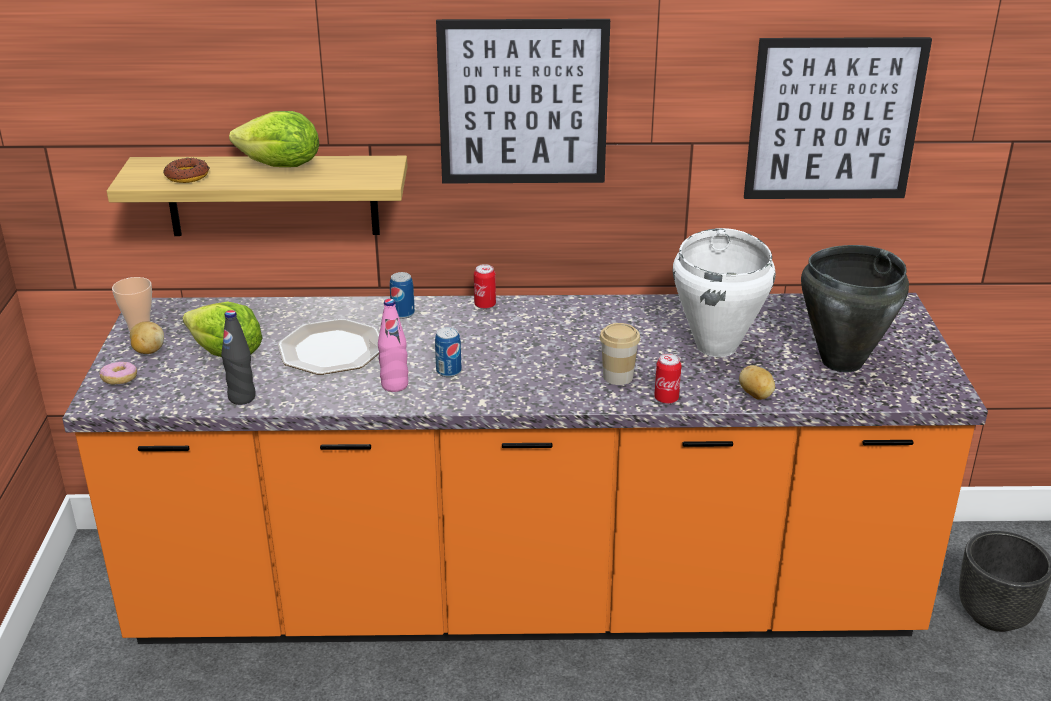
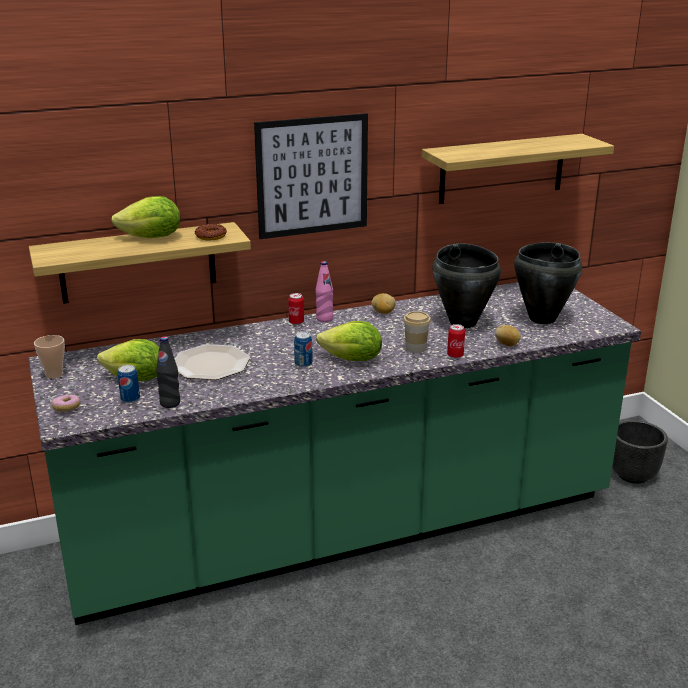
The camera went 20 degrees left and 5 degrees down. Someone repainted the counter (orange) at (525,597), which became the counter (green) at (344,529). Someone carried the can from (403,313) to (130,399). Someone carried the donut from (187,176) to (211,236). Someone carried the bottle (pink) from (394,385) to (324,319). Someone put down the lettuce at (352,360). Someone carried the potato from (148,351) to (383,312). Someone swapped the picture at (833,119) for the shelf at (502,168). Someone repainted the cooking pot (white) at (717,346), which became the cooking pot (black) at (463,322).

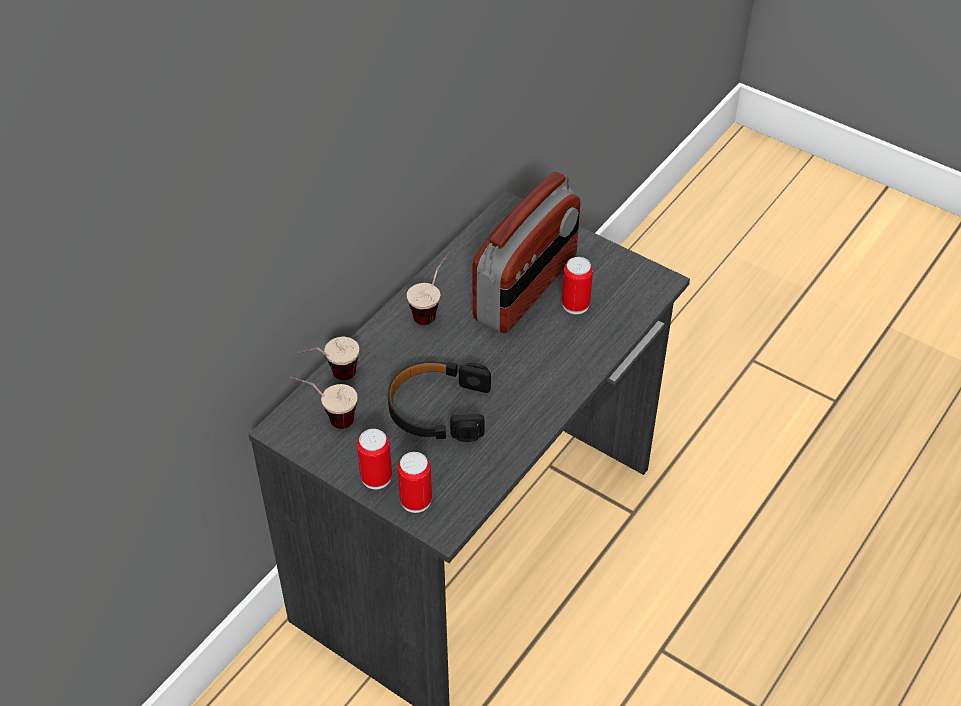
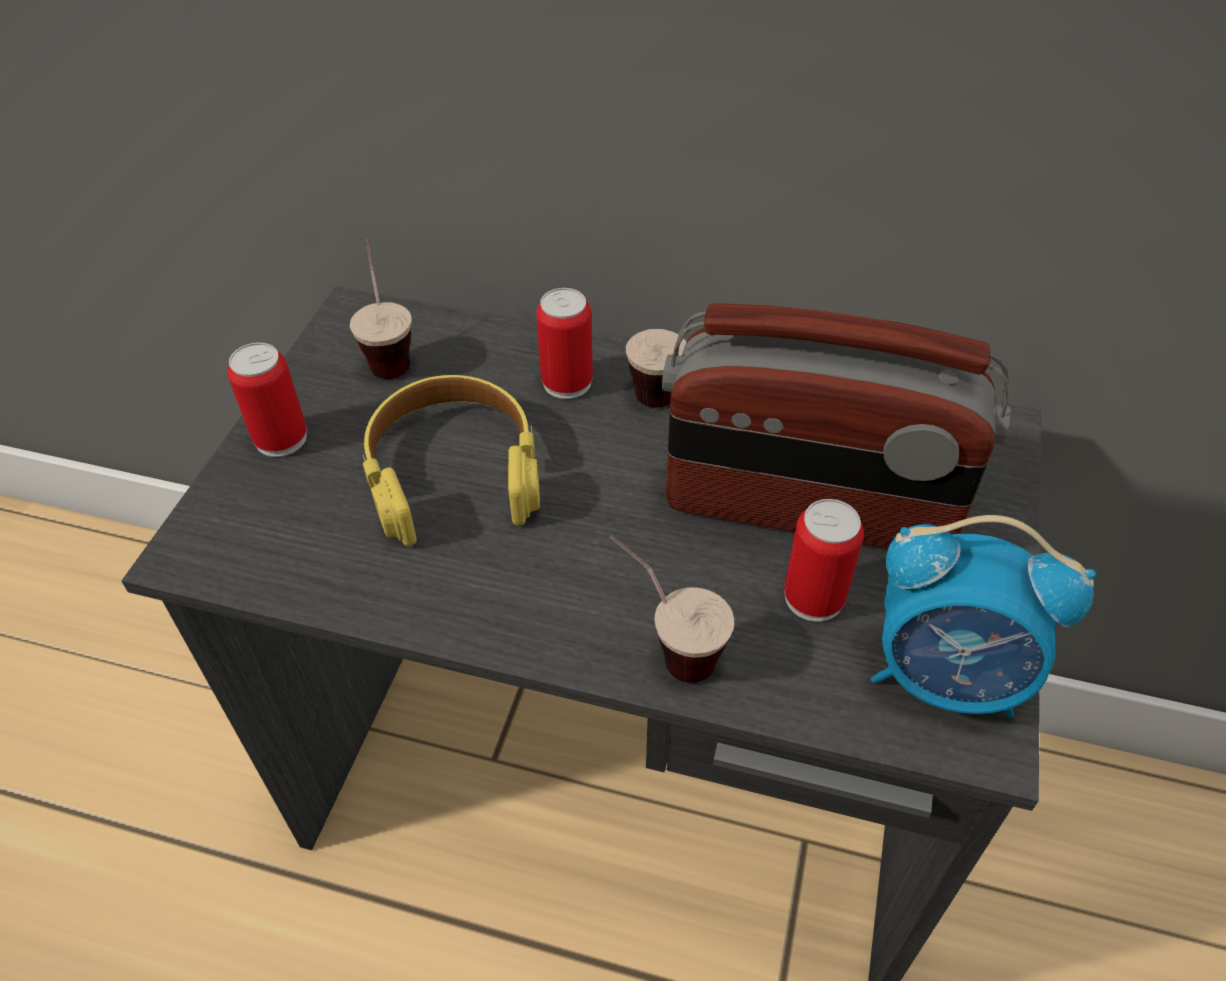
The camera went 70 degrees right and 0 degrees up. Someone repainted the headphones (black) at (438,409), which became the headphones (yellow) at (453,471). Someone carried the can from (416,500) to (567,382). Someone carried the cup from (331,378) to (664,646). Someone put down the alarm clock at (946,677).

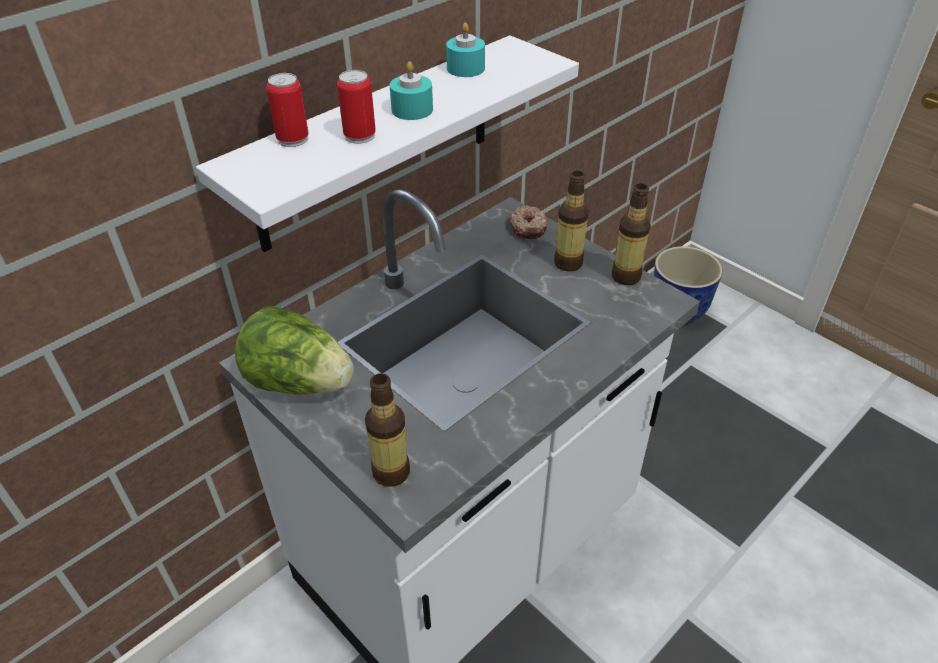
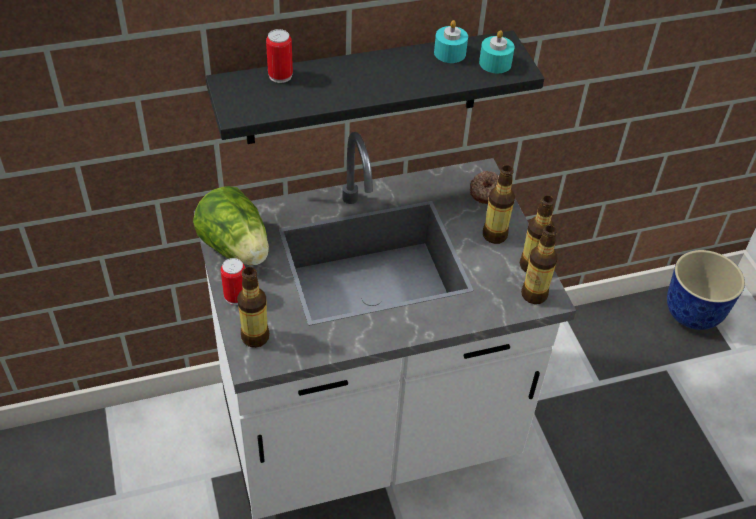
The camera went 25 degrees right and 5 degrees up. Someone repainted the shelf (white) at (377,143), which became the shelf (black) at (363,88). Someone carried the can from (359,136) to (236,296). Someone carried the candle (turquoise) from (412,110) to (495,63). Someone put down the bottle at (534,295).

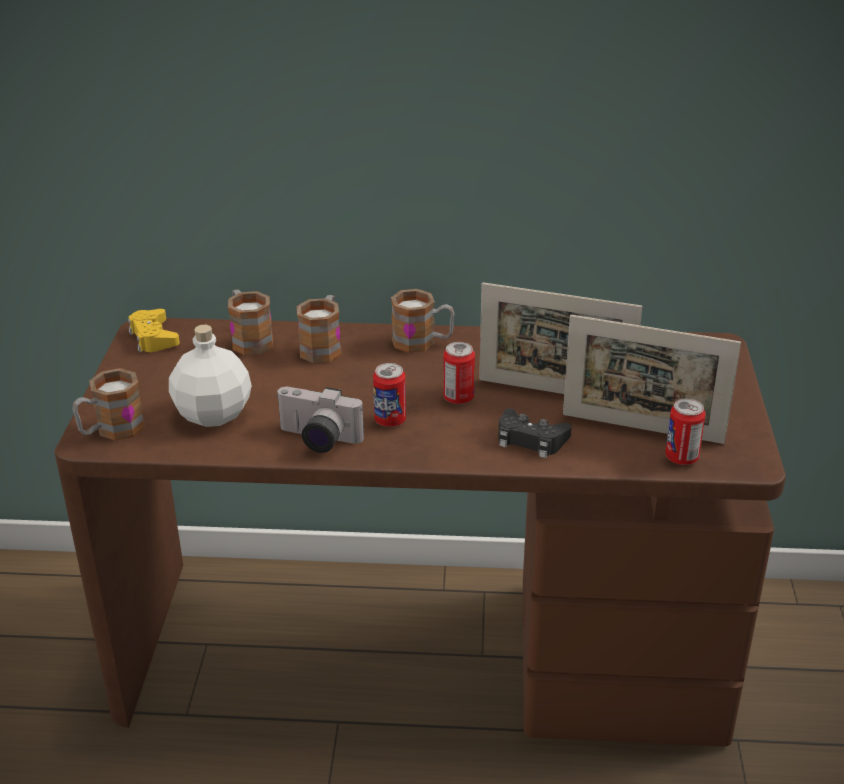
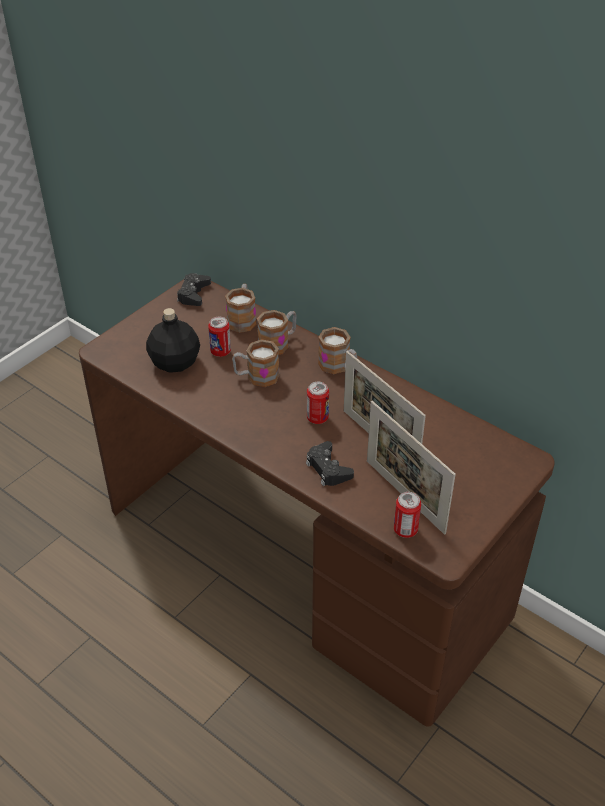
The camera went 35 degrees right and 10 degrees up. Someone repainted the bottle (white) at (214,413), which became the bottle (black) at (175,362). Someone repainted the game controller (yellow) at (153,337), which became the game controller (black) at (194,294). Someone carried the can from (390,420) to (220,352). Someone carried the mug from (111,430) to (256,377). Someone took away the photo camera at (317,440).

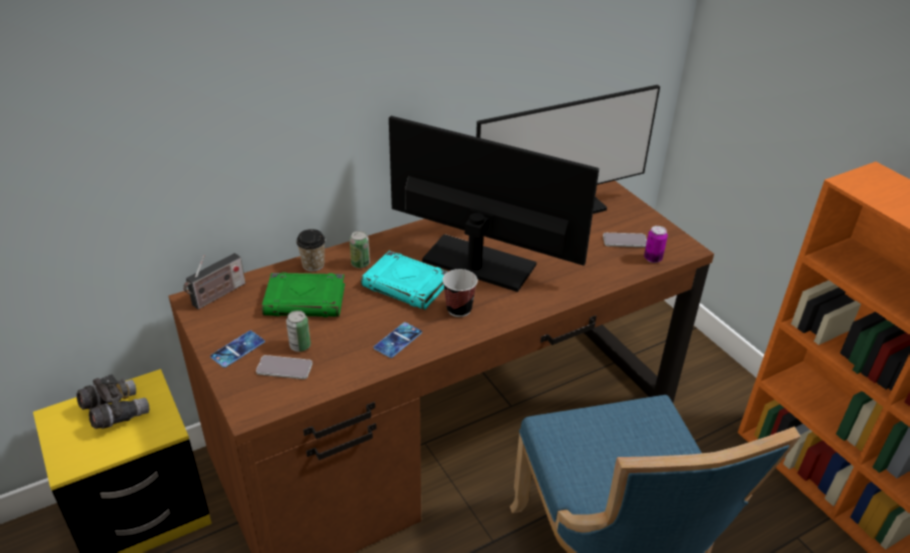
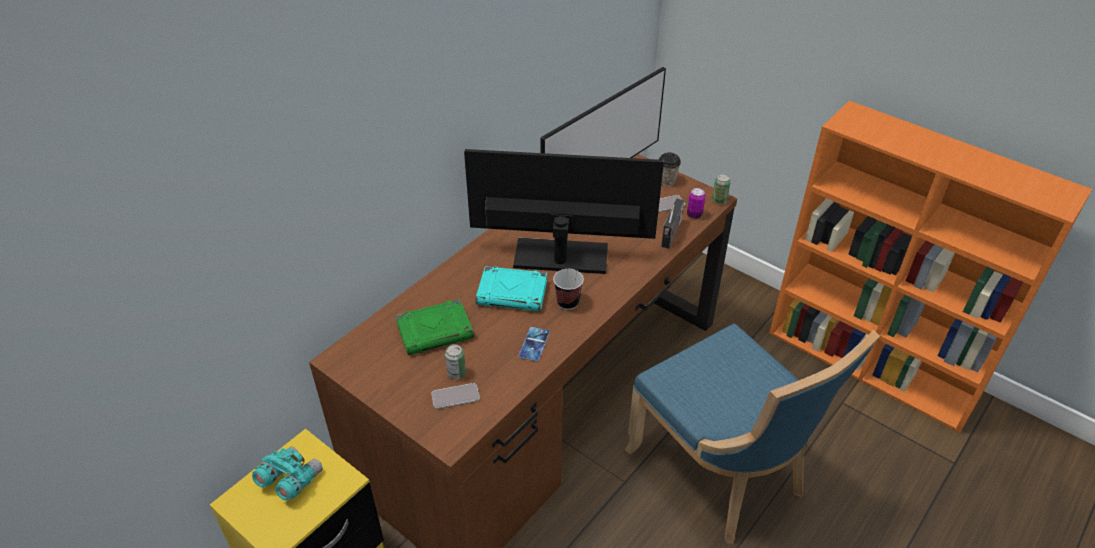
The camera went 20 degrees left and 5 degrees up. Someone repainted the binoculars (grey) at (115,413), which became the binoculars (turquoise) at (290,480). Someone carried the cup from (313,265) to (667,181). Someone carried the radio from (217,296) to (671,235). Someone carried the can from (360,264) to (719,200). Someone took away the phone at (237,349).

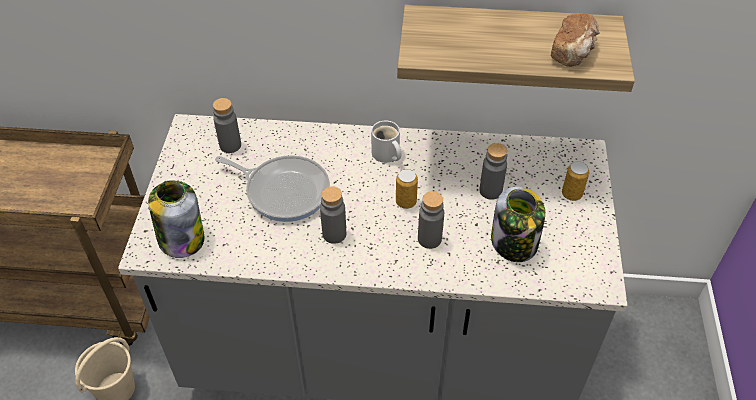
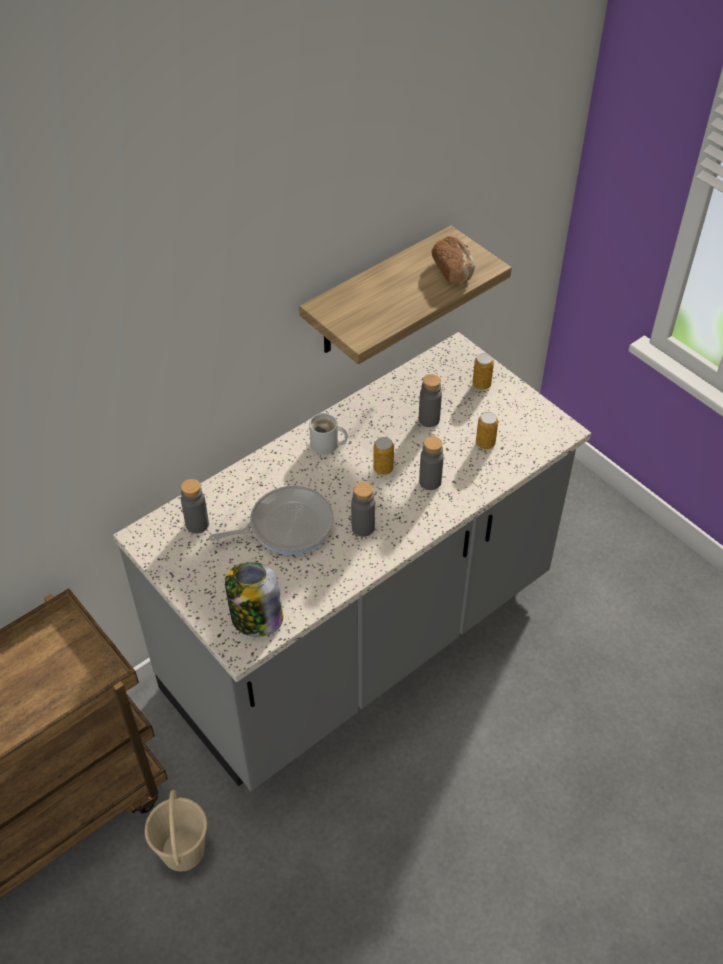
The camera went 45 degrees left and 0 degrees up. Someone swapped the jar at (514,243) for the can at (485,443).

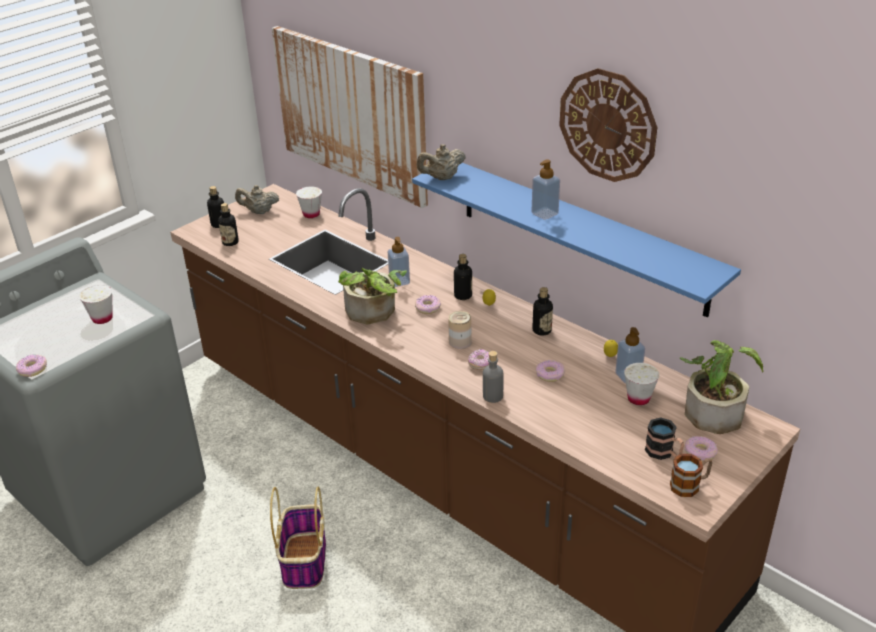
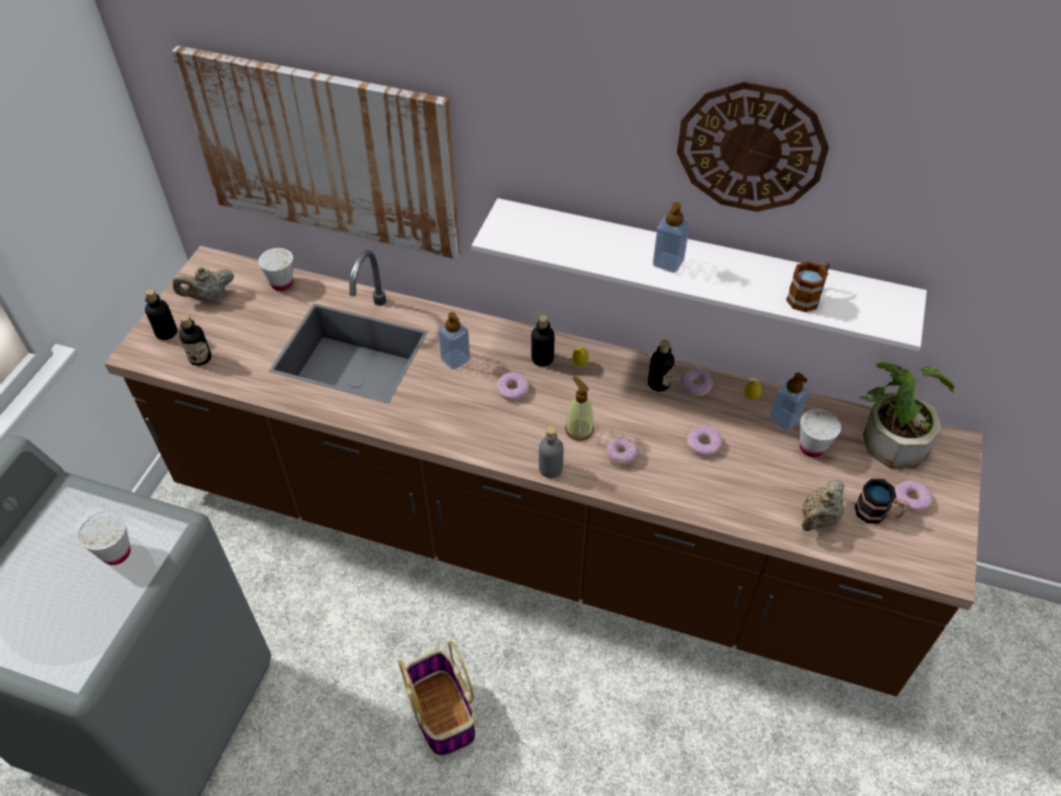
The camera went 25 degrees left and 15 degrees up. Someone repainted the shelf (blue) at (580,235), which became the shelf (white) at (697,270). Someone carried the bottle (grey) from (492,396) to (550,468). Someone swapped the can at (460,342) for the soap dispenser at (579,429). Someone carried the donut from (32,369) to (695,386). Someone carried the mug from (690,485) to (807,296). Someone carried the teapot (beige) from (442,178) to (818,519). Someone took away the potted plant at (373,313).

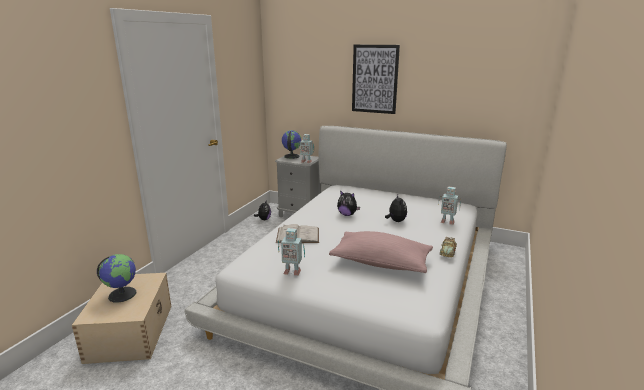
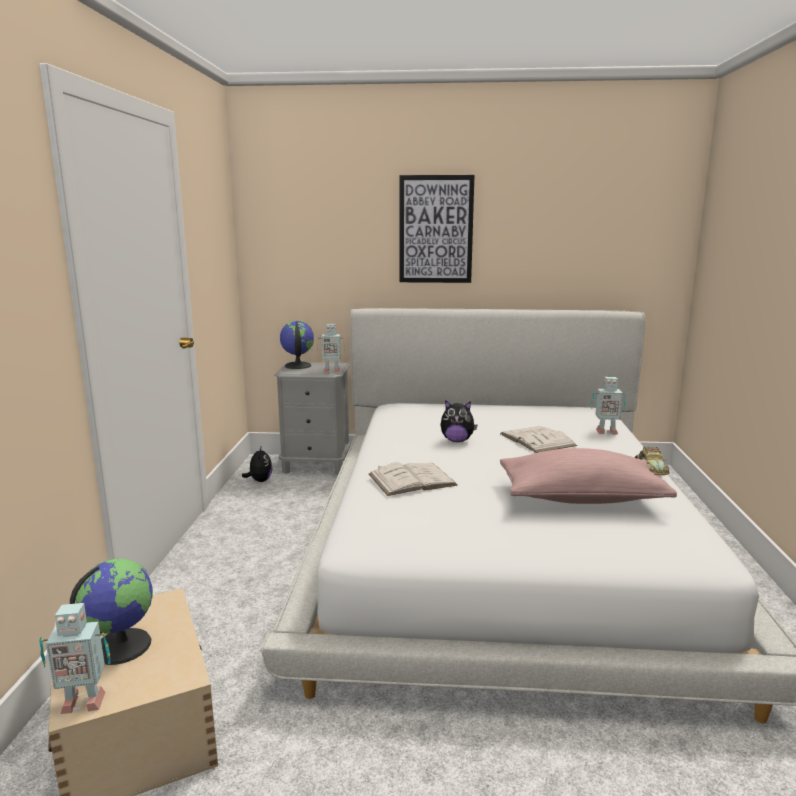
The camera went 20 degrees left and 5 degrees down. Someone carried the toy robot from (292,271) to (83,701). Someone swapped the plush toy at (396,221) for the book (white) at (537,440).

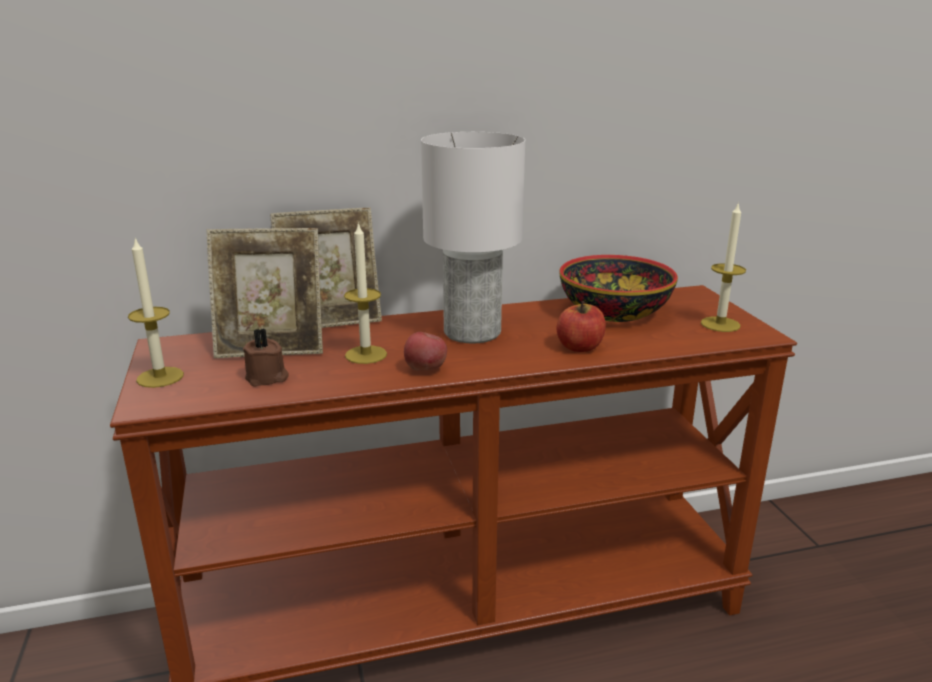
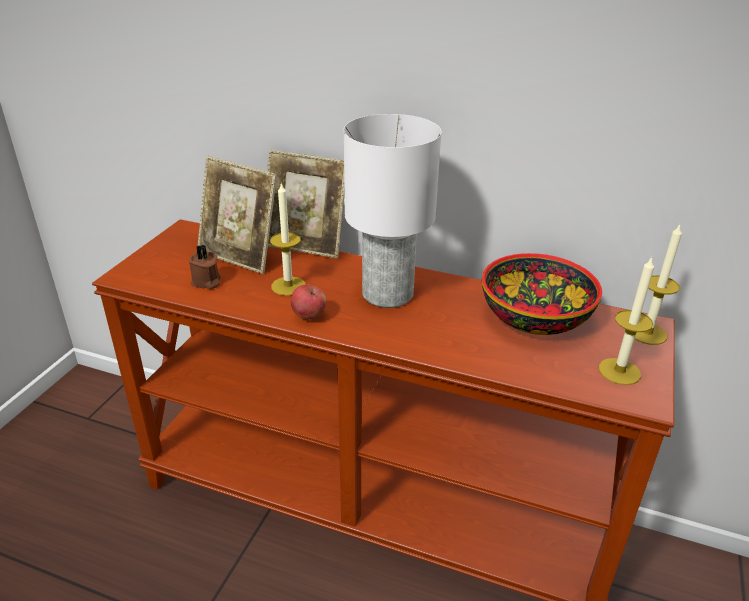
The camera went 35 degrees right and 10 degrees up. Someone carried the candle from (160,377) to (647,333). Someone took away the apple at (580,347).

